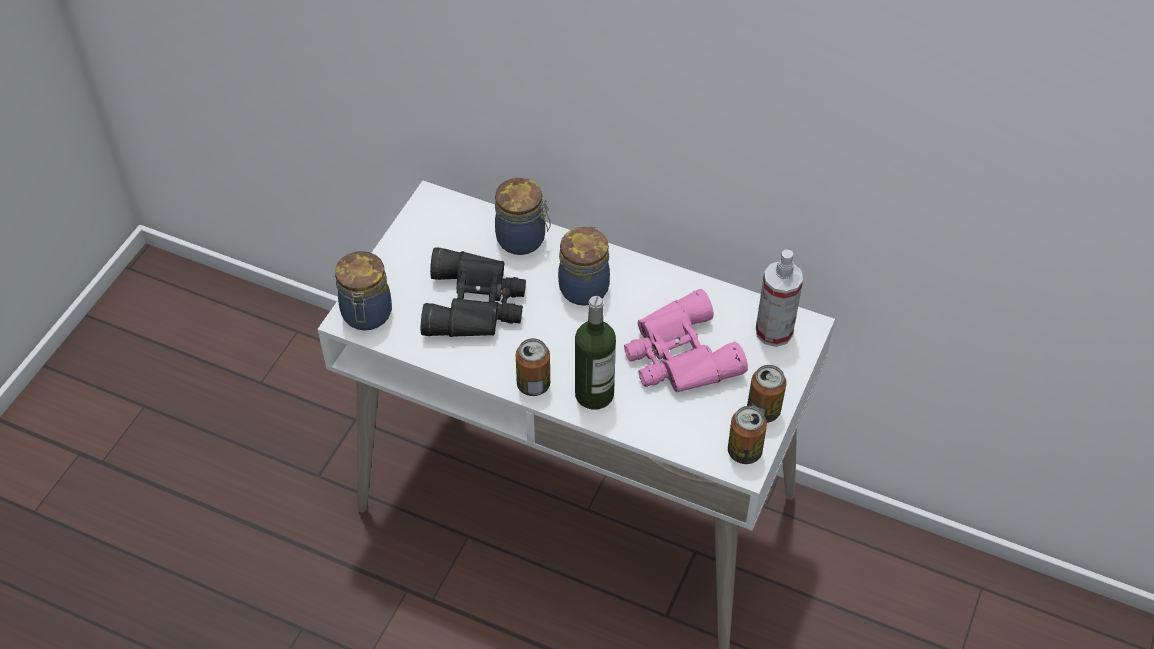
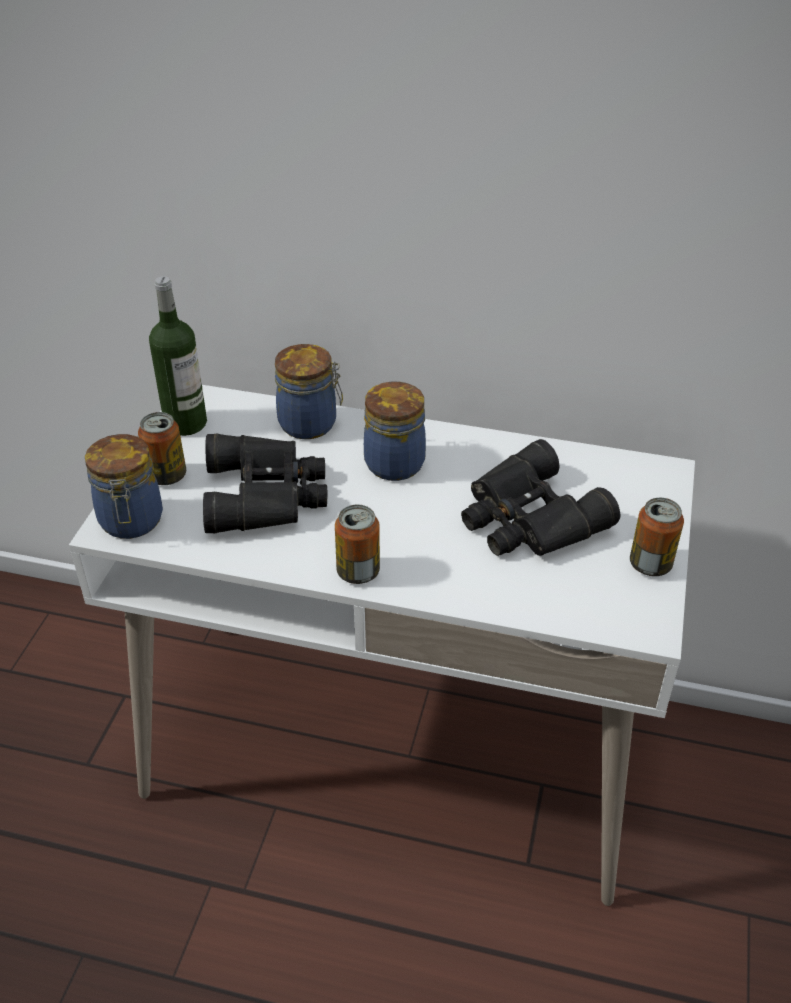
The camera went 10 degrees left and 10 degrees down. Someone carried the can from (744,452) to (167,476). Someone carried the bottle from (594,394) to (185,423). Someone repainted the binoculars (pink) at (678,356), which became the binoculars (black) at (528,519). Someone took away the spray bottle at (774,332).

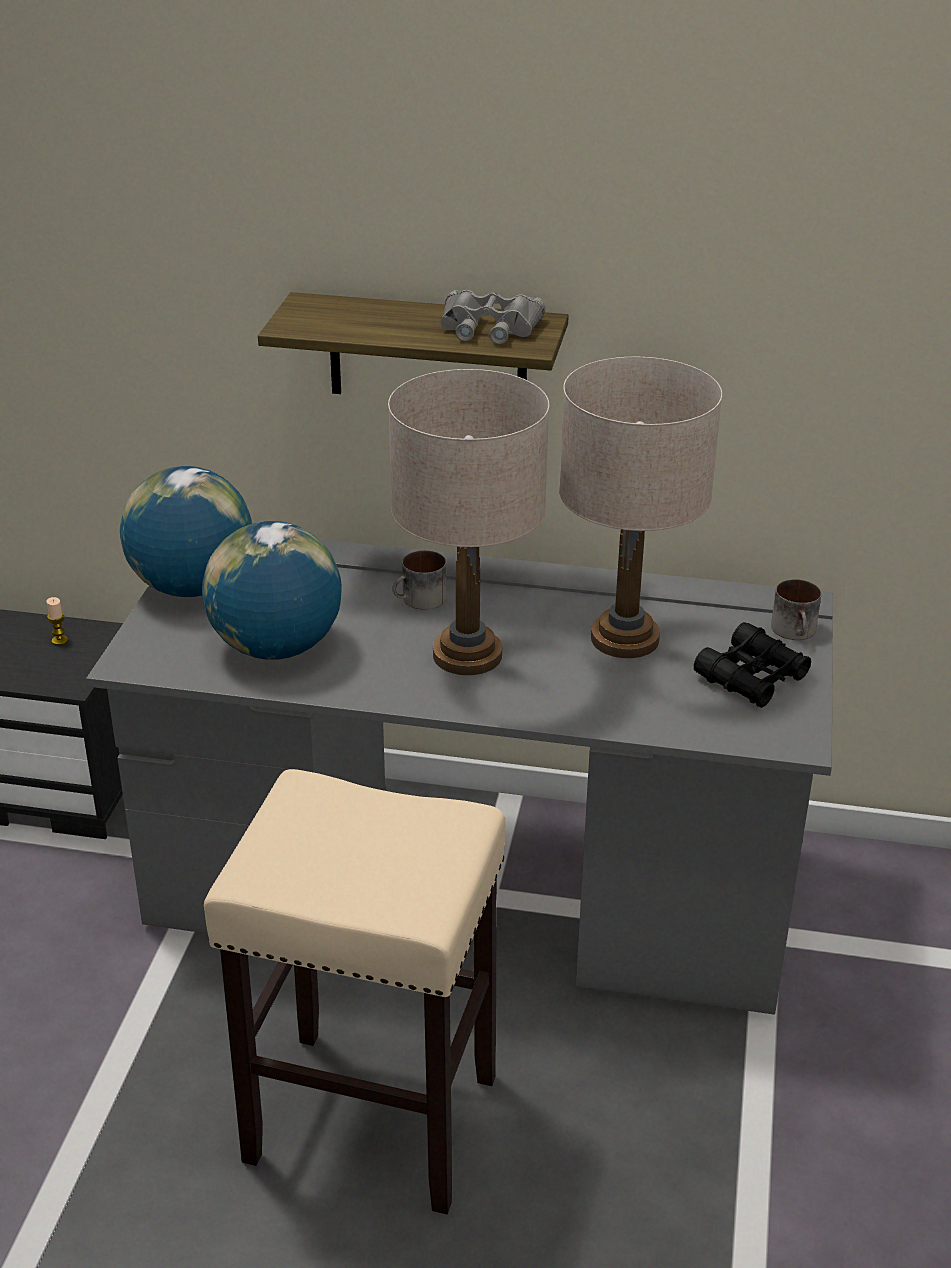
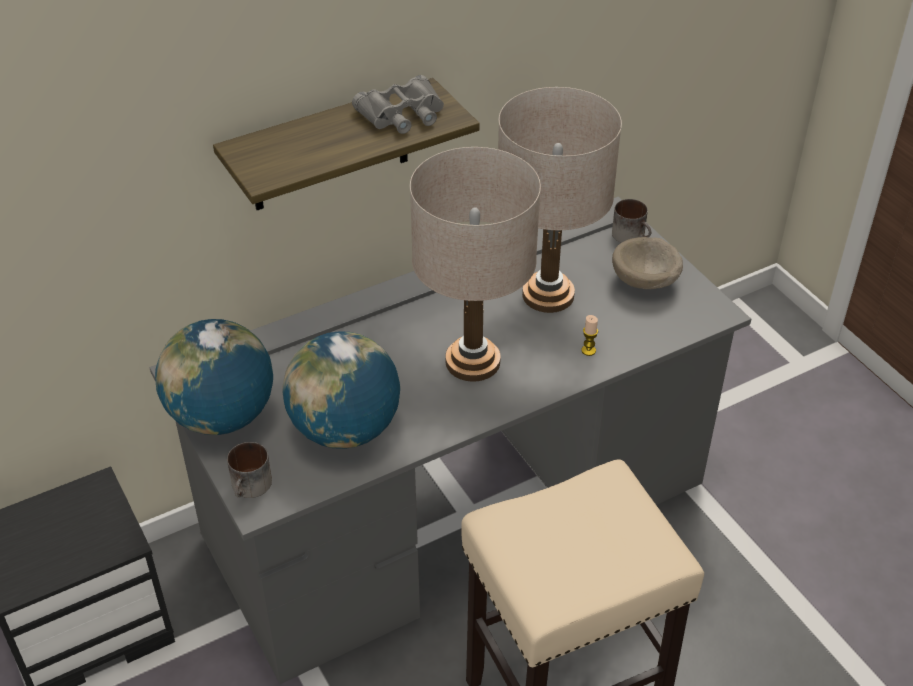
The camera went 40 degrees left and 10 degrees up. Someone carried the mug from (420,601) to (251,487). Someone carried the candle from (59,640) to (588,350). Someone swapped the binoculars (black) at (751,677) for the bowl (beige) at (646,282).

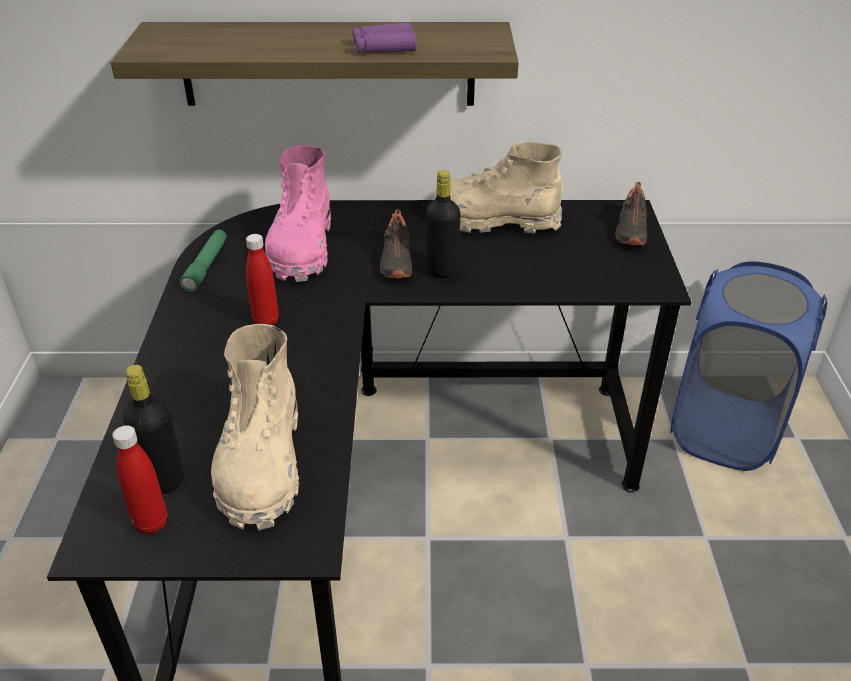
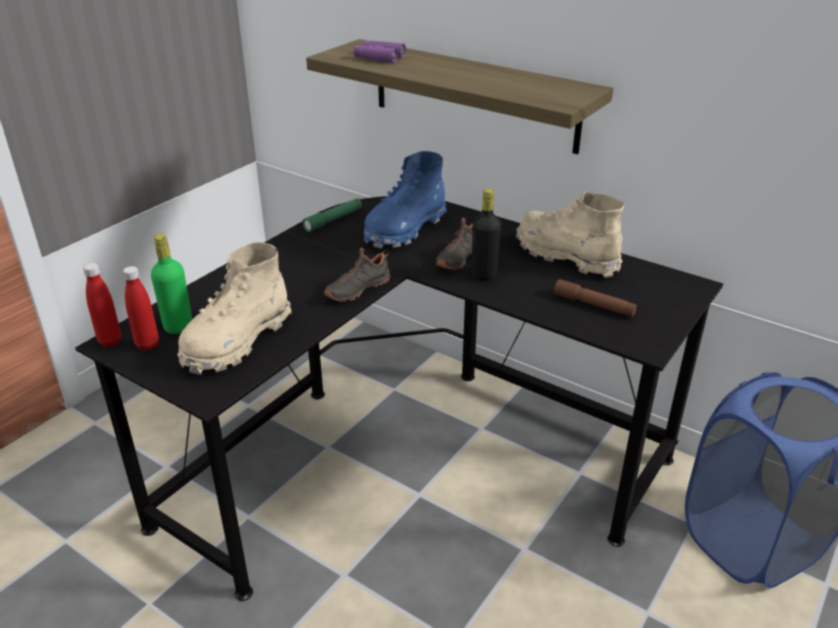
The camera went 35 degrees right and 5 degrees down. Someone carried the bottle (red) from (266,321) to (110,341). Someone repainted the bottle (black) at (164,480), which became the bottle (green) at (178,326). Someone carried the shoe (black) from (629,230) to (357,288). Someone carried the binoculars (purple) from (384,47) to (379,57). Someone repainted the boot (pink) at (302,248), which became the boot (blue) at (404,229). Someone put down the flashlight (brown) at (594,305).

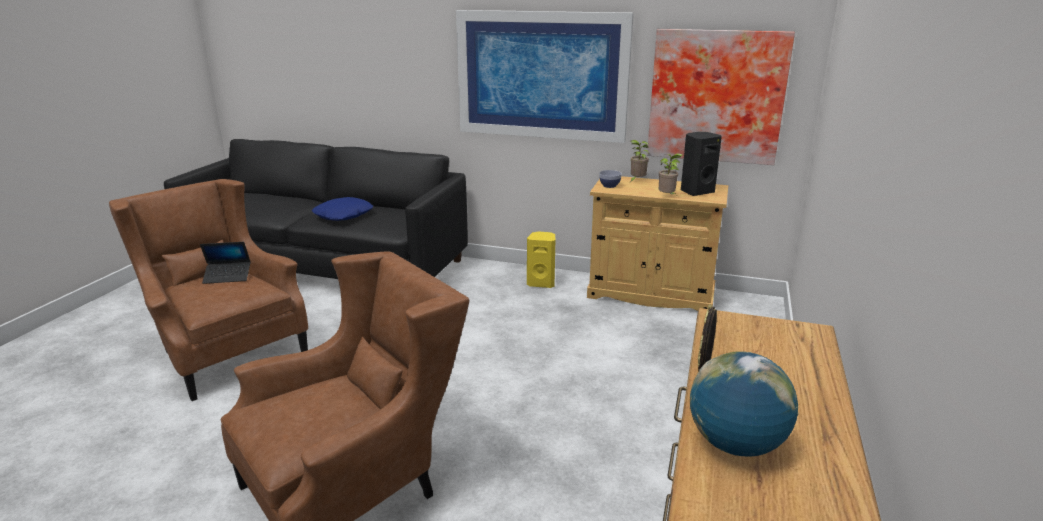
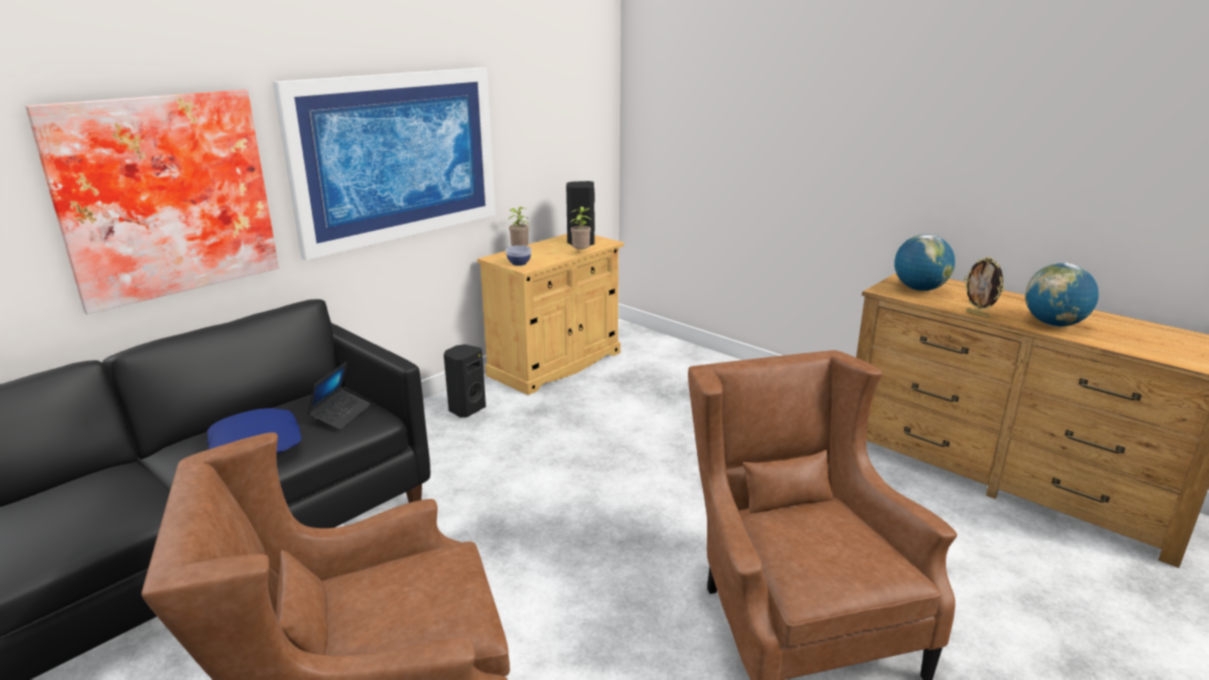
The camera went 65 degrees left and 0 degrees up. Someone carried the picture from (716,96) to (164,196). Someone carried the laptop from (227,277) to (340,415). Someone repainted the speaker (yellow) at (541,283), which became the speaker (black) at (466,409). Someone put down the globe at (919,289).

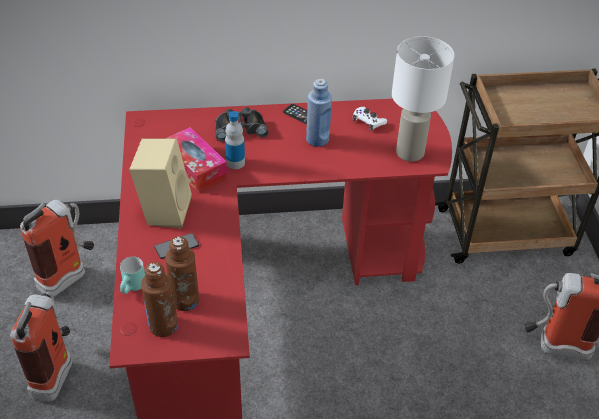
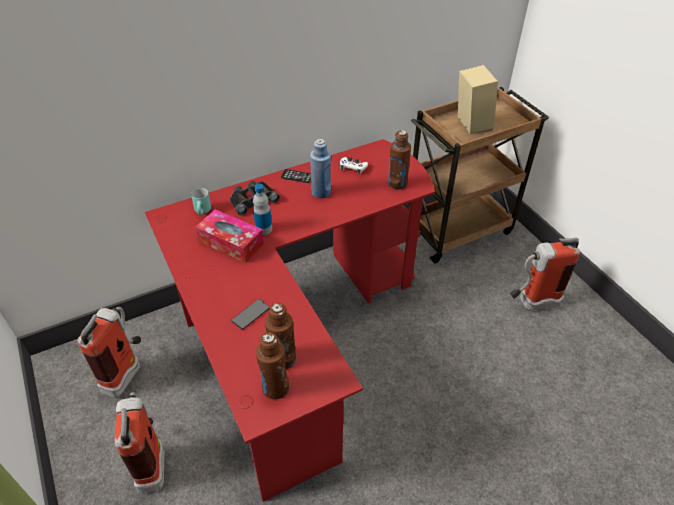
The camera went 20 degrees left and 0 degrees up. Someone carried the mug (turquoise) from (134,288) to (203,212). Someone swapped the table lamp (white) at (409,152) for the bottle (brown) at (397,183). Someone carried the speaker (beige) from (164,210) to (470,124).

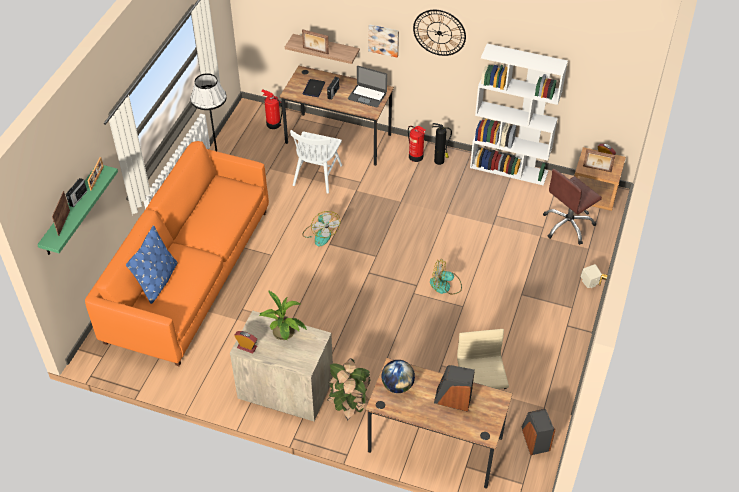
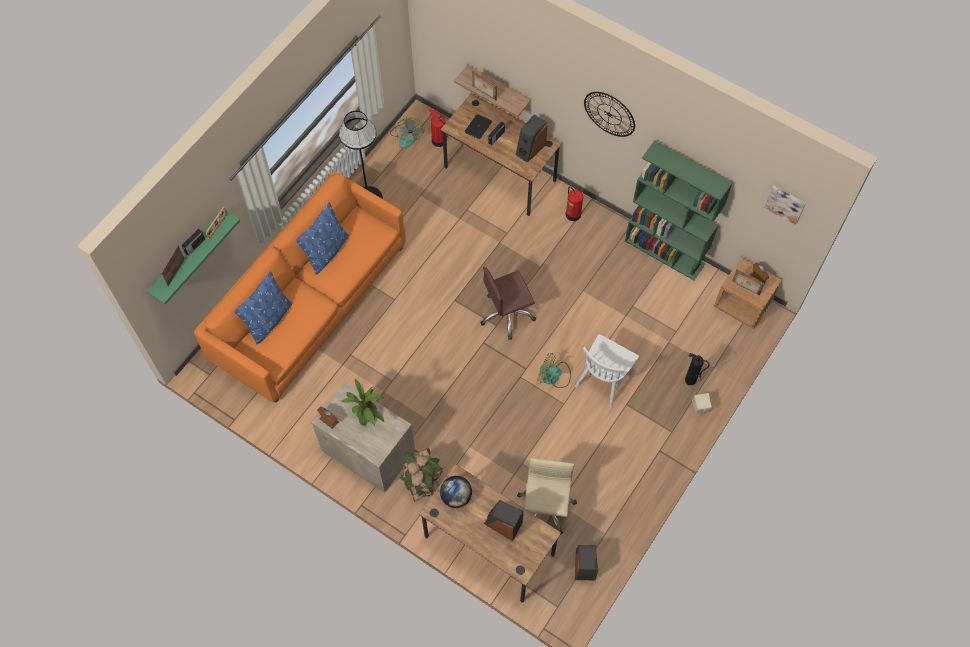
The camera went 15 degrees right and 15 degrees up. Someone put down the pillow (blue) at (327,252). Someone carried the fan from (320,234) to (407,135). Someone carried the office chair (brown) from (568,225) to (507,314). Someone swapped the laptop at (367,96) for the speaker at (530,149). Someone carried the chair (white) from (317,175) to (604,378). Someone repainted the bookcase (white) at (509,169), which became the bookcase (green) at (665,252). Someone carried the fire extinguisher from (439,161) to (691,380). Someone carried the picture from (384,39) to (785,203).

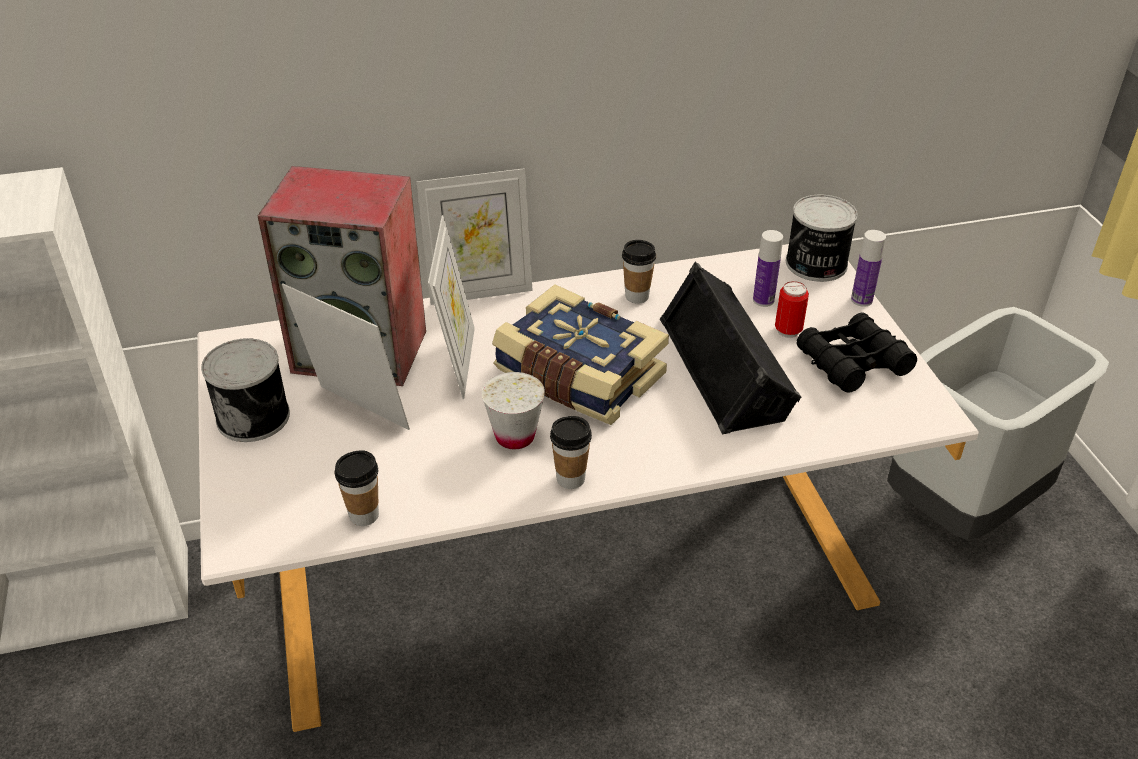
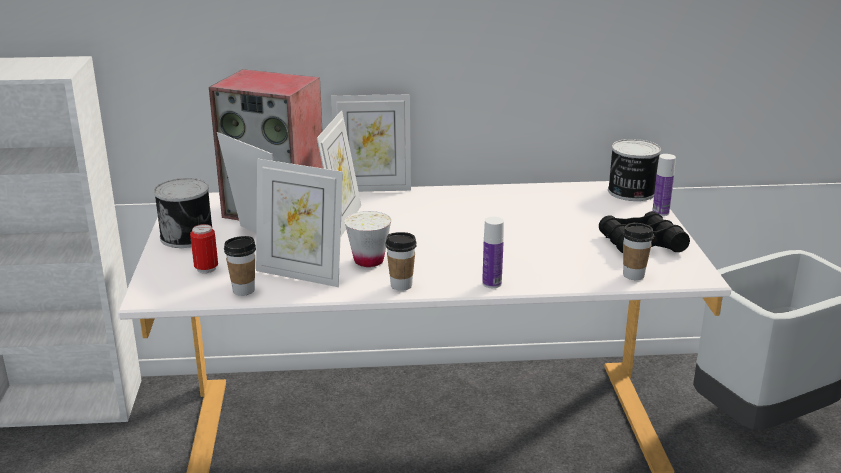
The camera went 10 degrees right and 15 degrees down. Someone carried the can from (788,331) to (206,269). Someone put down the picture frame at (301,274). Someone carried the bottle from (763,300) to (492,283). Someone carried the cup from (637,296) to (633,275). Someone took away the book at (577,377). Someone took away the speaker (black) at (728,366).

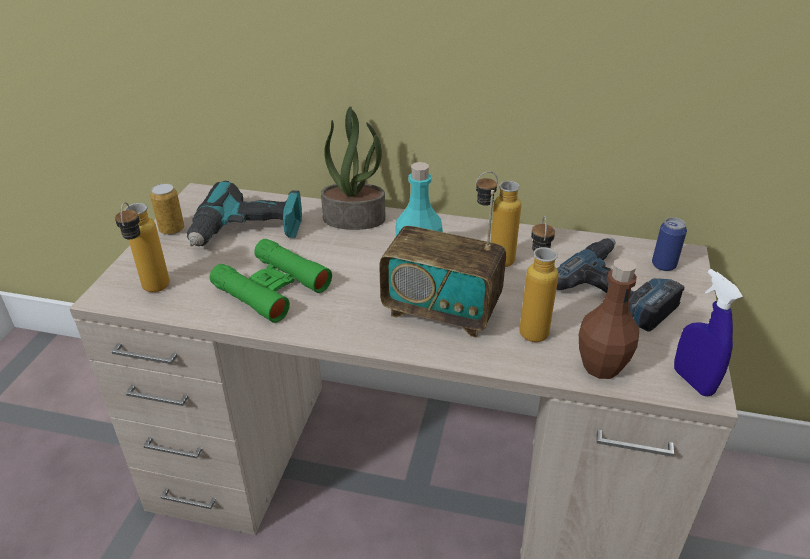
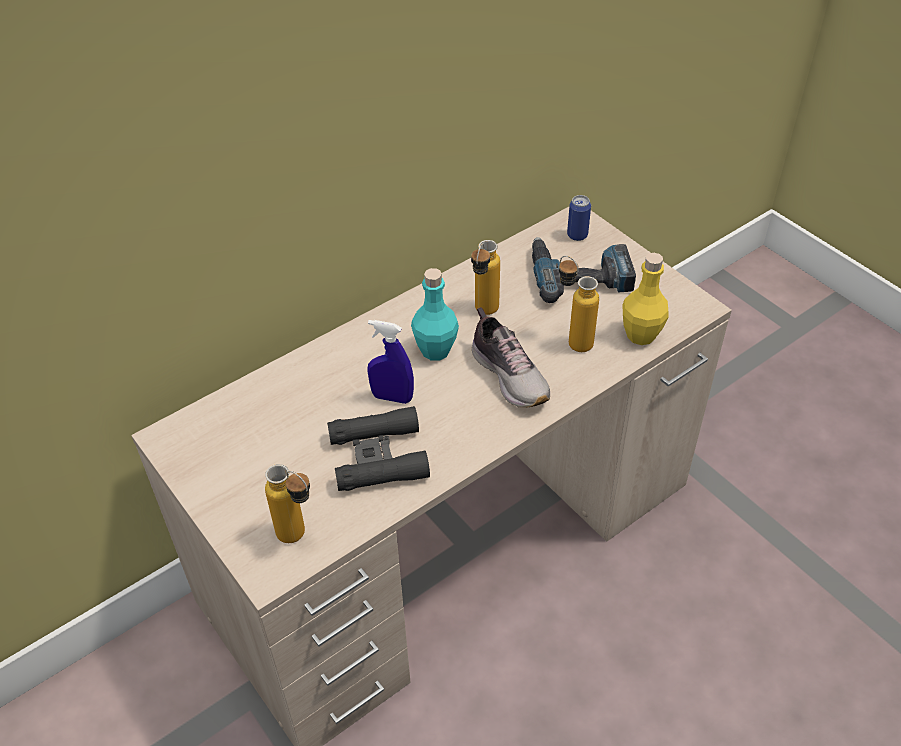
The camera went 50 degrees left and 10 degrees up. Someone repainted the binoculars (green) at (272,288), which became the binoculars (black) at (378,457). Someone carried the spray bottle (blue) from (692,381) to (392,397). Someone swapped the radio at (441,311) for the shoe at (510,375). Someone repainted the bottle (brown) at (601,366), which became the bottle (yellow) at (641,335). Someone took away the can at (172,229). Someone took away the power drill at (248,232). Someone took away the potted plant at (355,218).

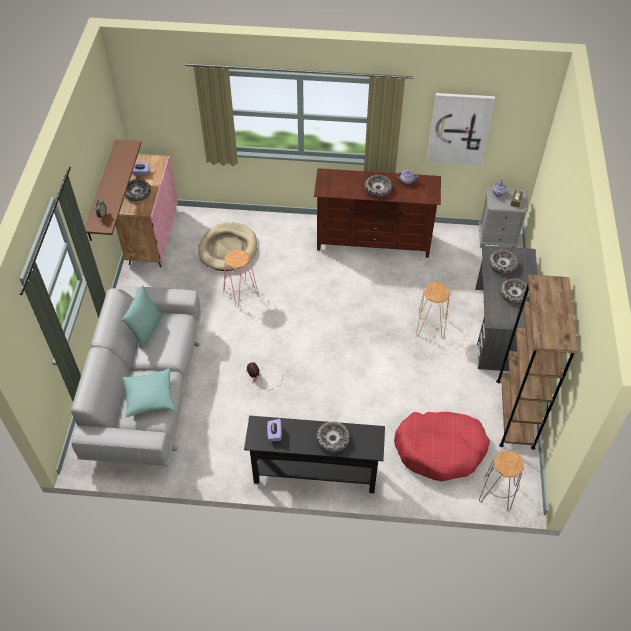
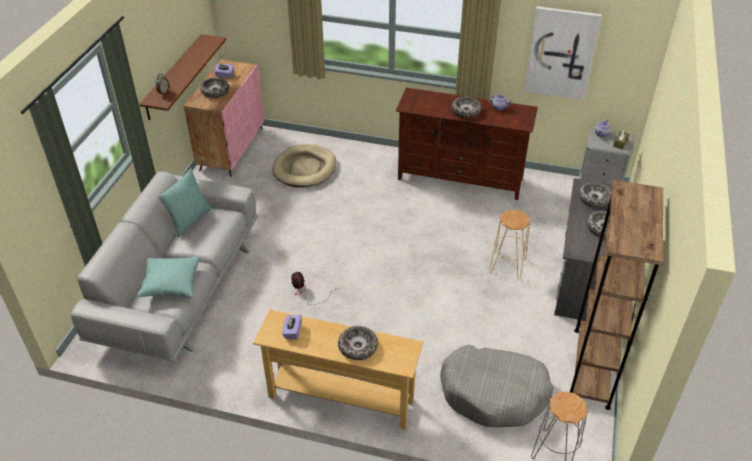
The camera went 10 degrees right and 10 degrees down. Someone repainted the console table (black) at (315,475), which became the console table (beige) at (340,399). Someone repainted the dog bed (red) at (440,449), which became the dog bed (grey) at (494,393). Someone took away the stool (pink) at (241,293).

